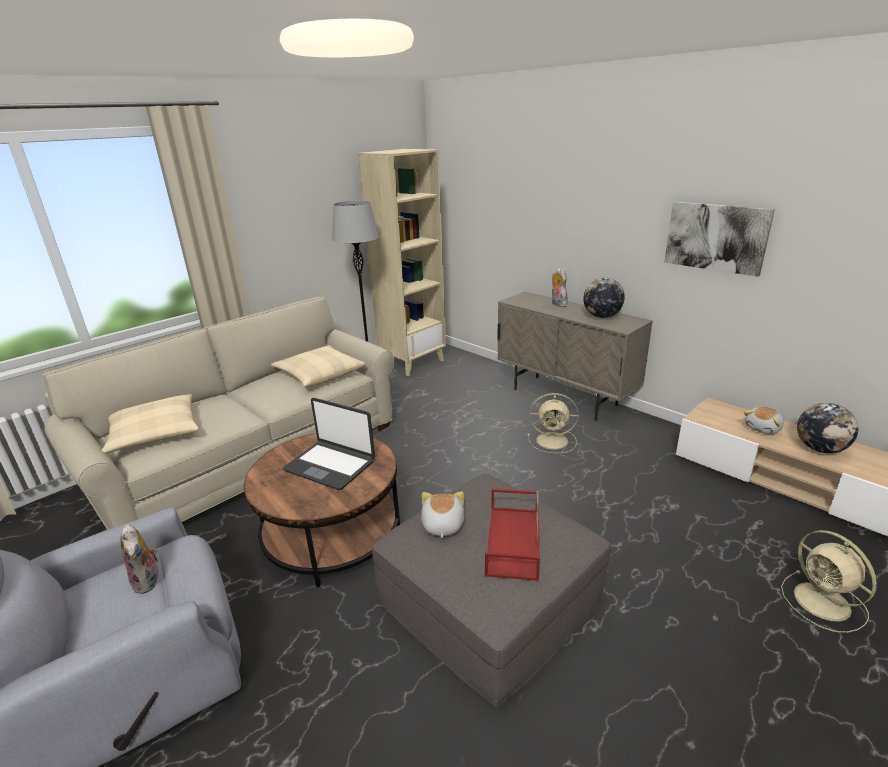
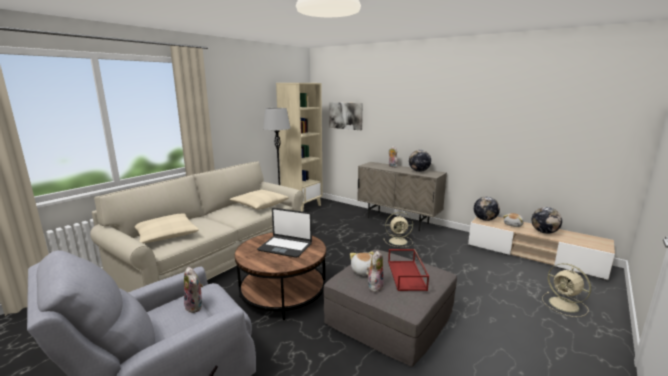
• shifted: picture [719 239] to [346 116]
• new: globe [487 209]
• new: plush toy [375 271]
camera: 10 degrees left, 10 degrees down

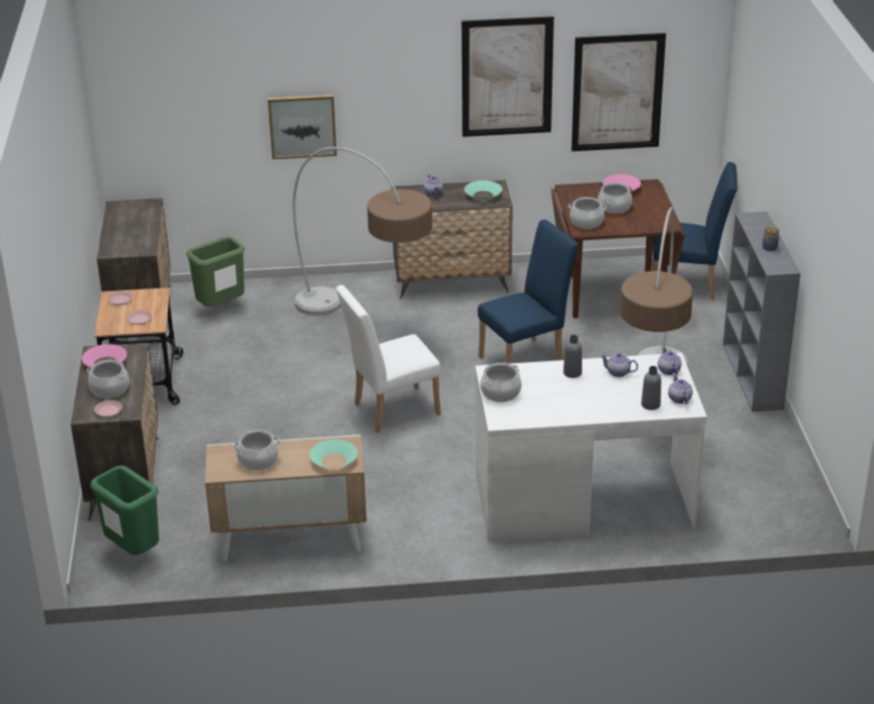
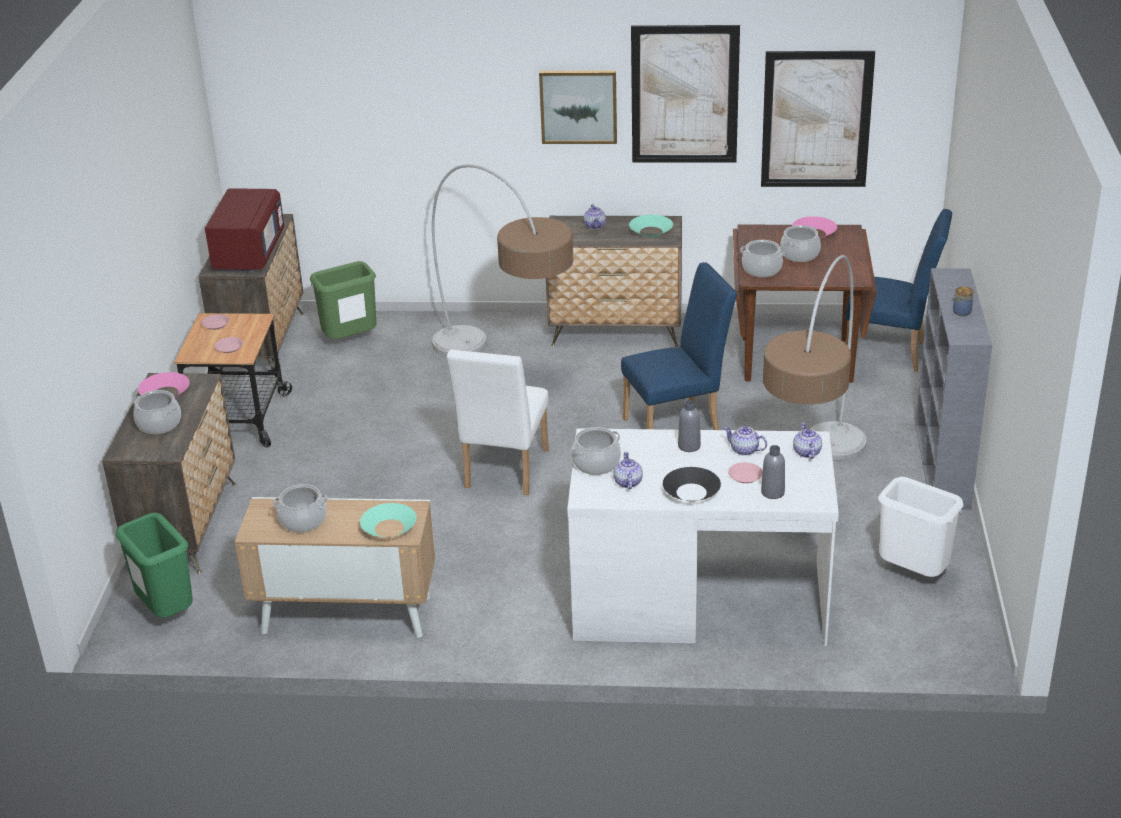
• shifted: picture [302 127] to [578 107]
• rotated: white chair [388 359] = [498 422] 60 degrees counterclockwise
• shifted: teapot [680 389] to [628 470]
• shifted: pink plate [108 408] to [745 472]
• new: red microwave [244 229]
• new: black bowl [692 484]
• new: white trash can [921 527]
camera: 10 degrees right, 0 degrees up

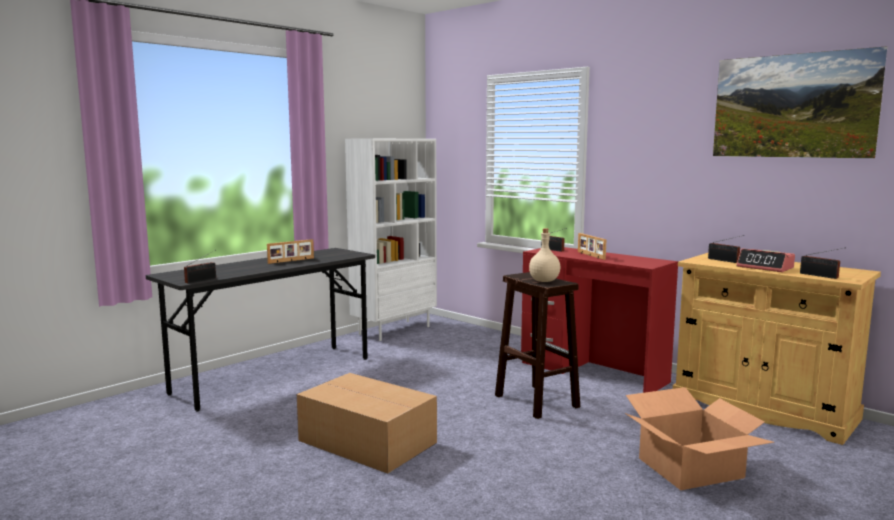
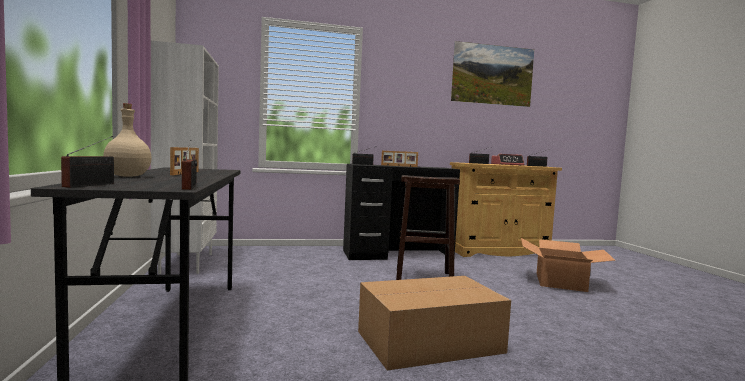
• shifted: beige bottle [544 255] to [127 140]
• repainted: red desk [599 320] to black desk [401 212]
• new: radio [87 162]
camera: 55 degrees left, 5 degrees down

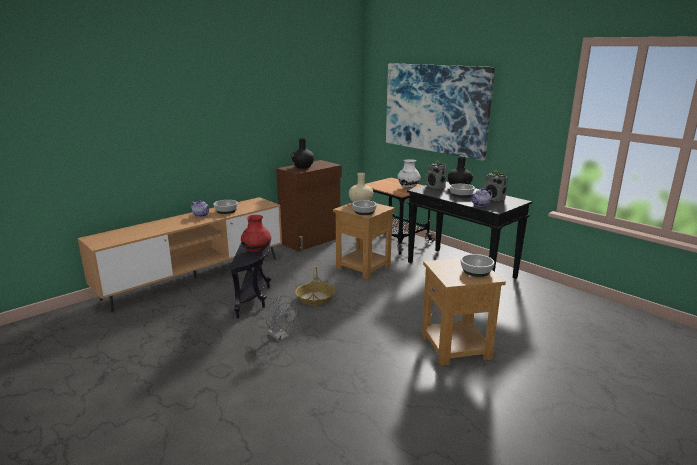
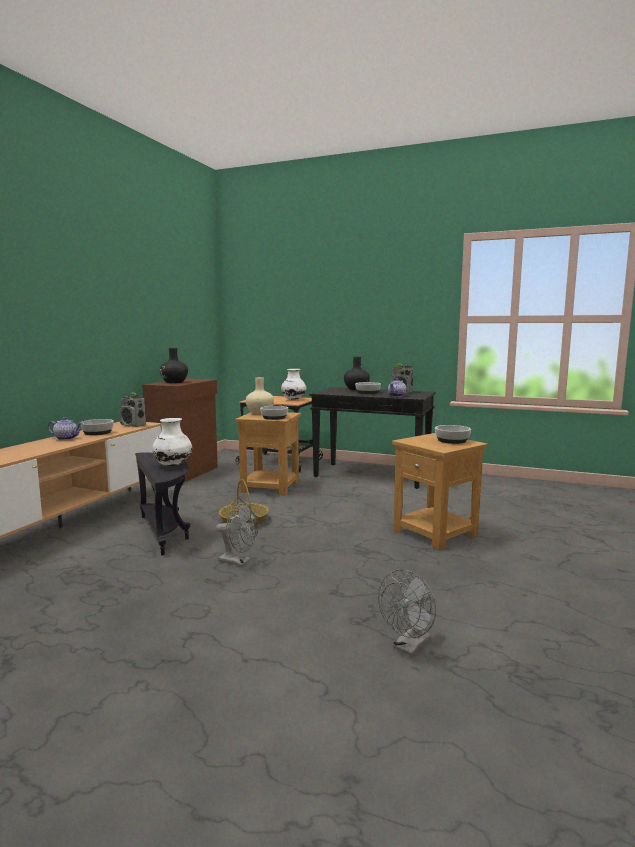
• gone: picture [440 112]
• shifted: radio [436 175] to [132 410]
• repainted: red vase [256 233] to white vase [172 442]
• new: grey fan [407 612]
camera: 25 degrees left, 10 degrees down

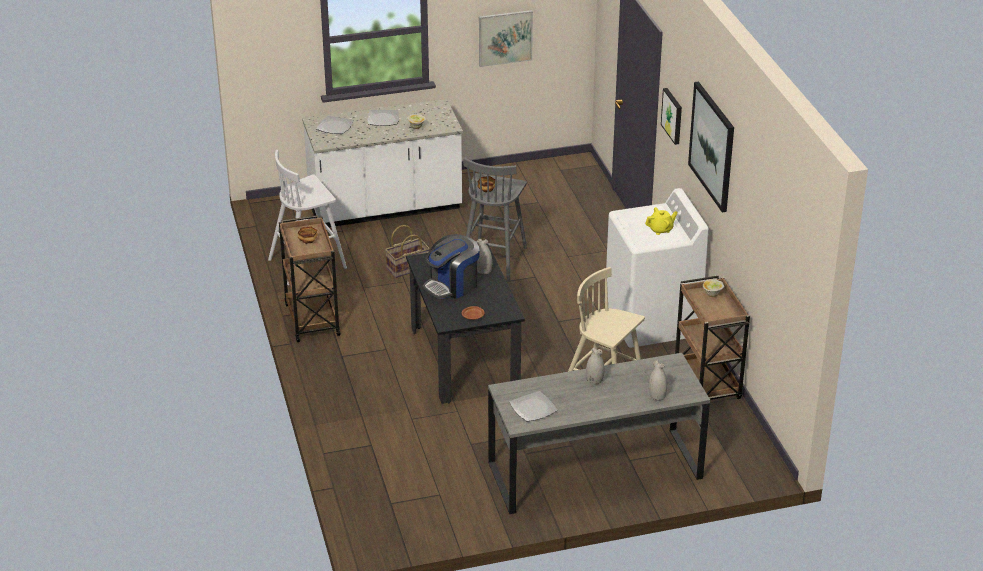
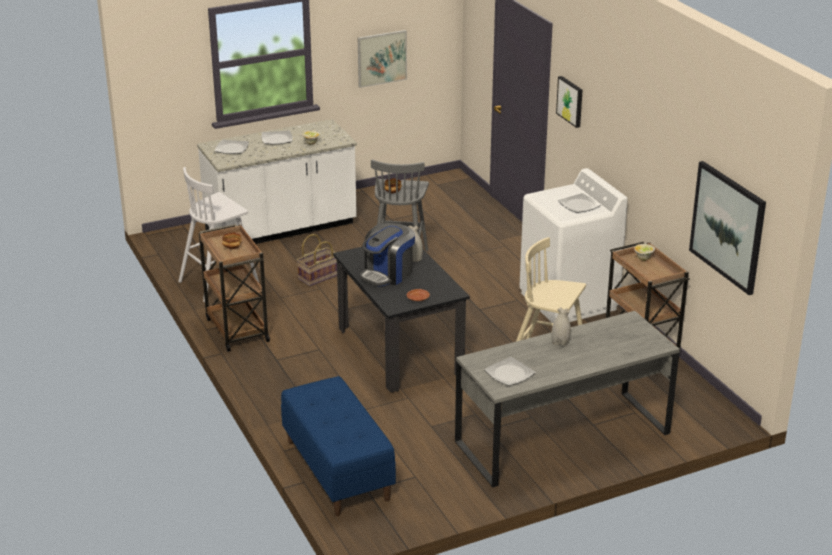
• shifted: picture [711 147] to [727 228]
• swapped: yellow teapot [661 221] to plate [579 203]
• gone: white vase [658 380]
• new: blue bench [338 446]
camera: 10 degrees left, 5 degrees down

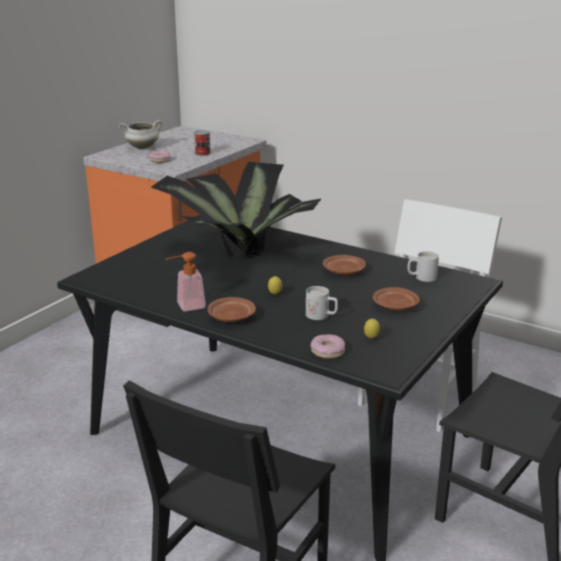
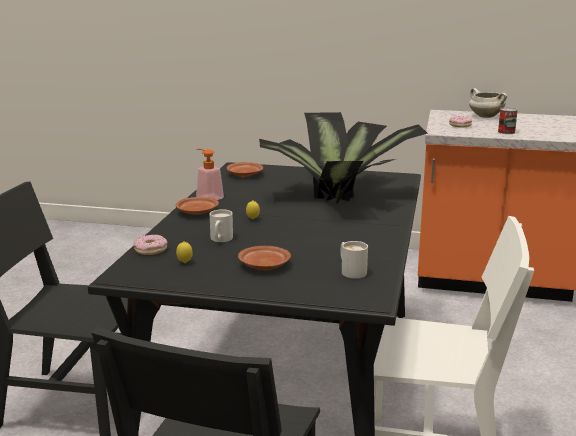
• shifted: brown plate [344 265] to [245 169]
camera: 70 degrees right, 5 degrees down

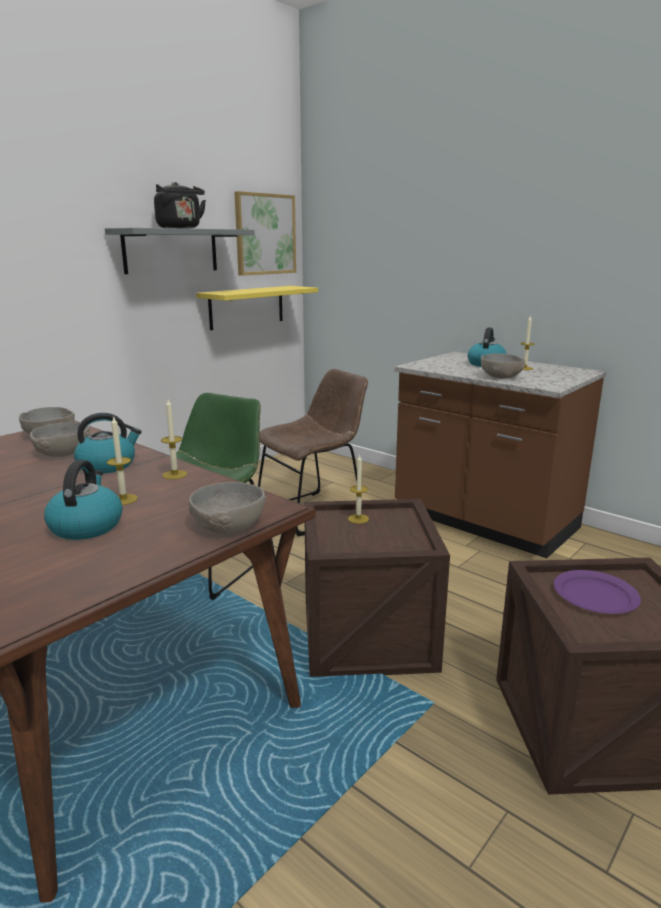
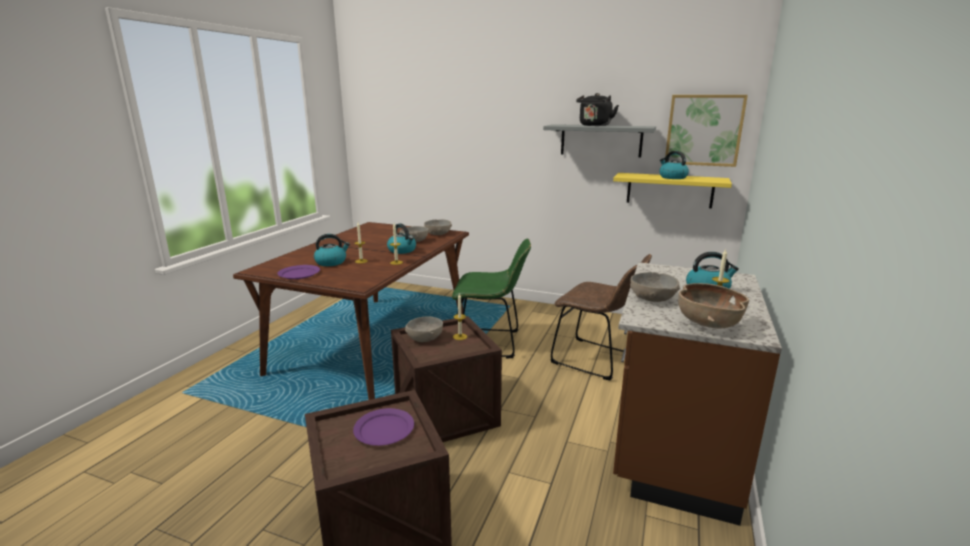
• shifted: grey bowl [227 508] to [424 329]
• new: kettle [674 165]
• new: purple plate [298 272]
• new: brown bowl [713 306]
camera: 70 degrees right, 0 degrees up

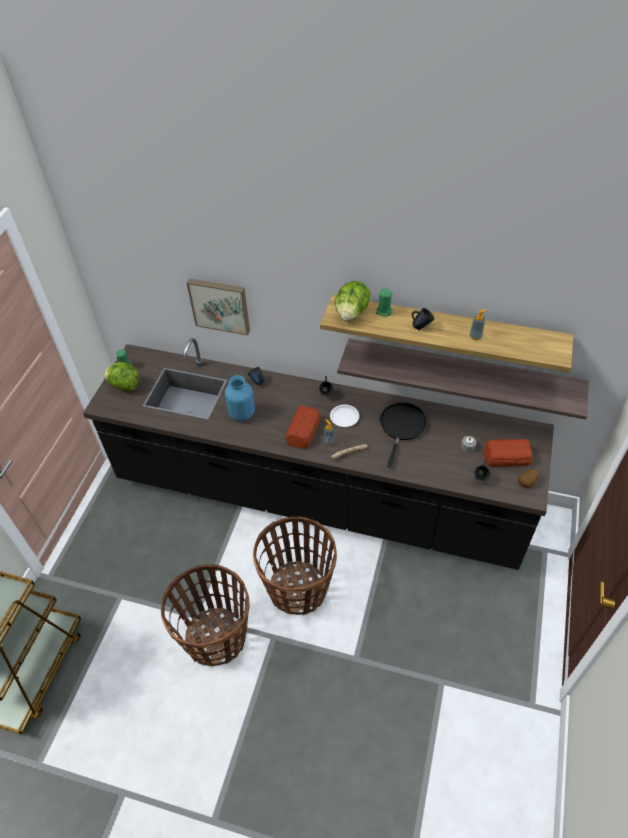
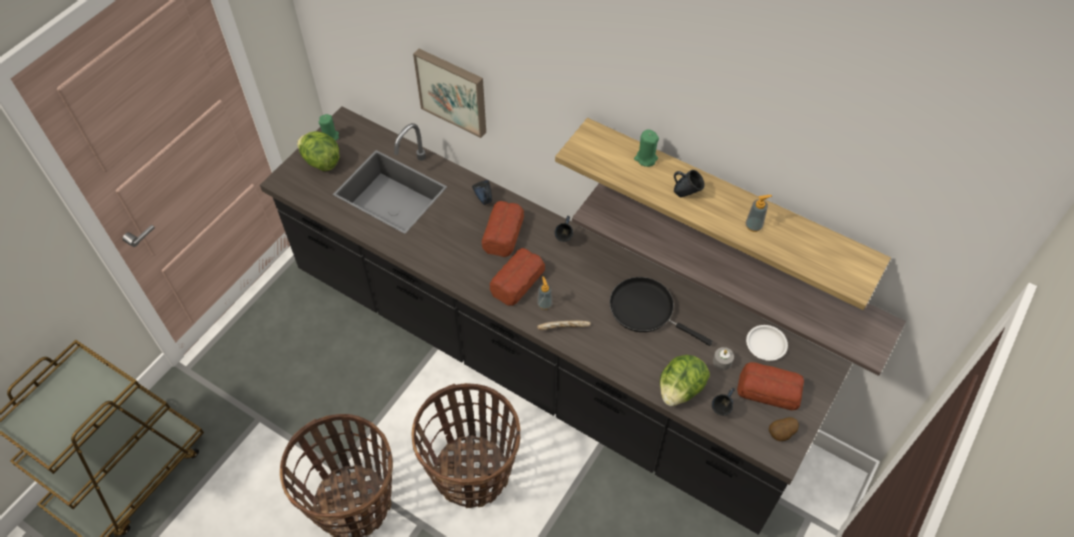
• shifted: lettuce [353 301] to [685 380]
• gone: blue vase [240 398]
• rotated: black frying pan [403 435] = [661 311] 90 degrees counterclockwise
• shifted: white plate [344 416] to [767 343]
• new: bread [502 229]
camera: 15 degrees right, 5 degrees up

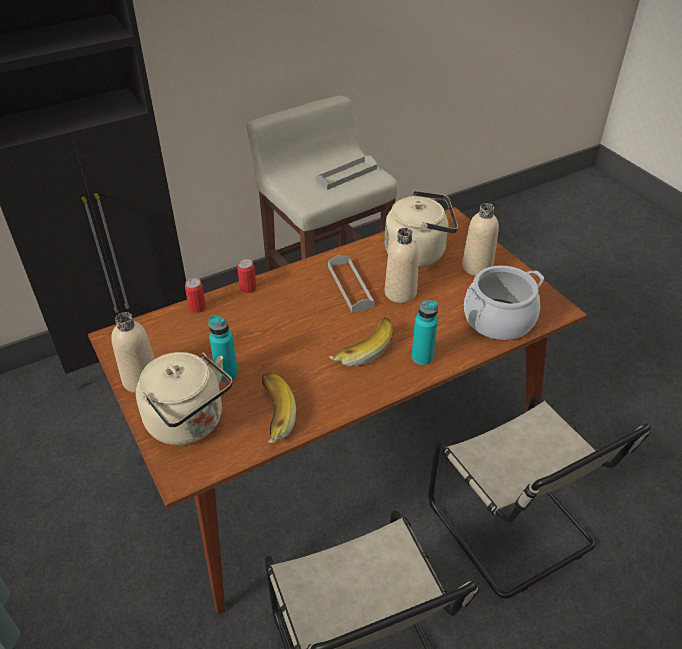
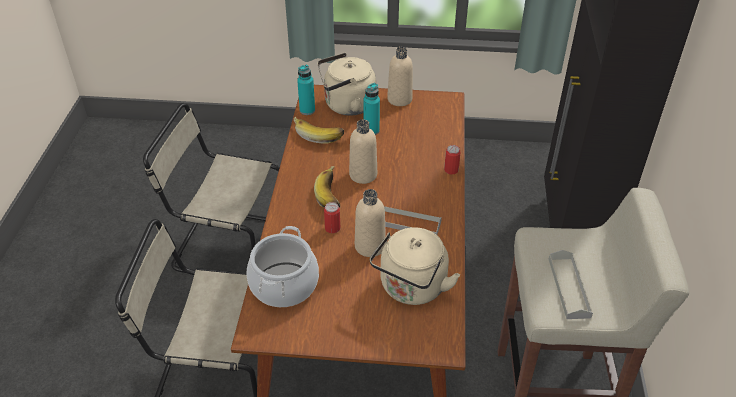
• shifted: beige bottle [480 239] to [363 151]
• shifted: can [195 295] to [332 217]
• shifted: turquoise bottle [424 332] to [306 90]
camera: 125 degrees right, 0 degrees up

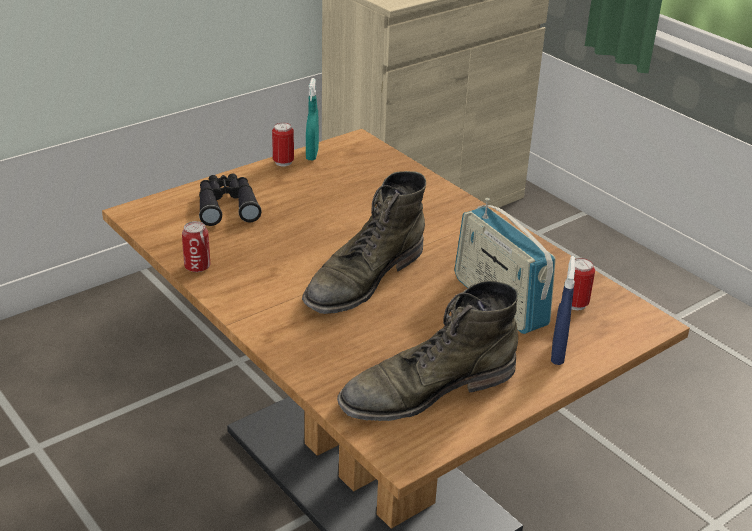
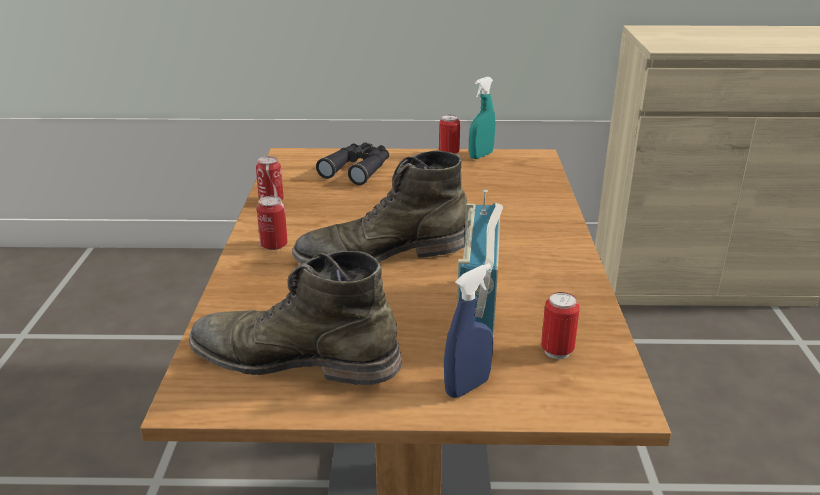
• new: can [272 223]
camera: 40 degrees right, 5 degrees down

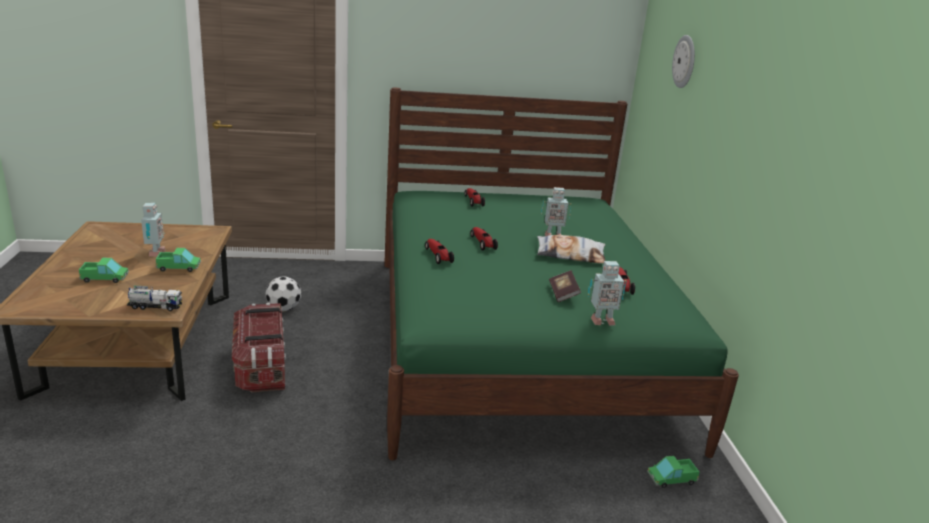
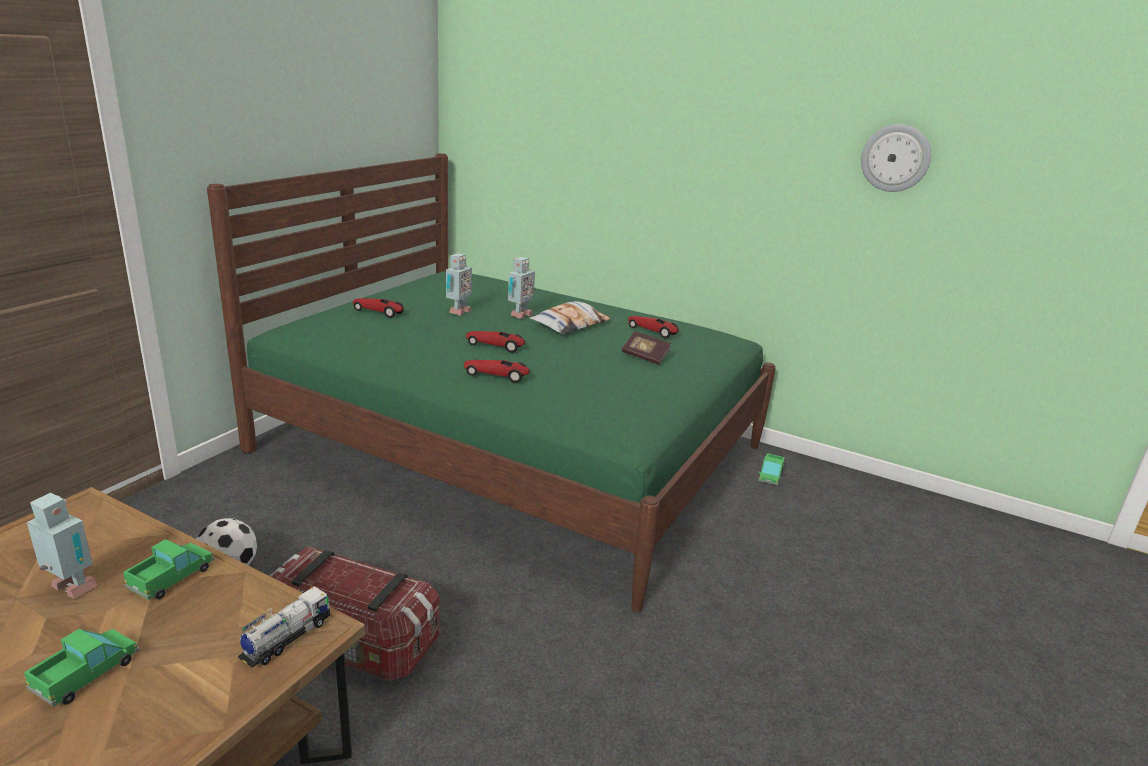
• shifted: wall clock [683 61] to [896 158]
• shifted: toy robot [607 293] to [459 284]
camera: 55 degrees left, 0 degrees up

